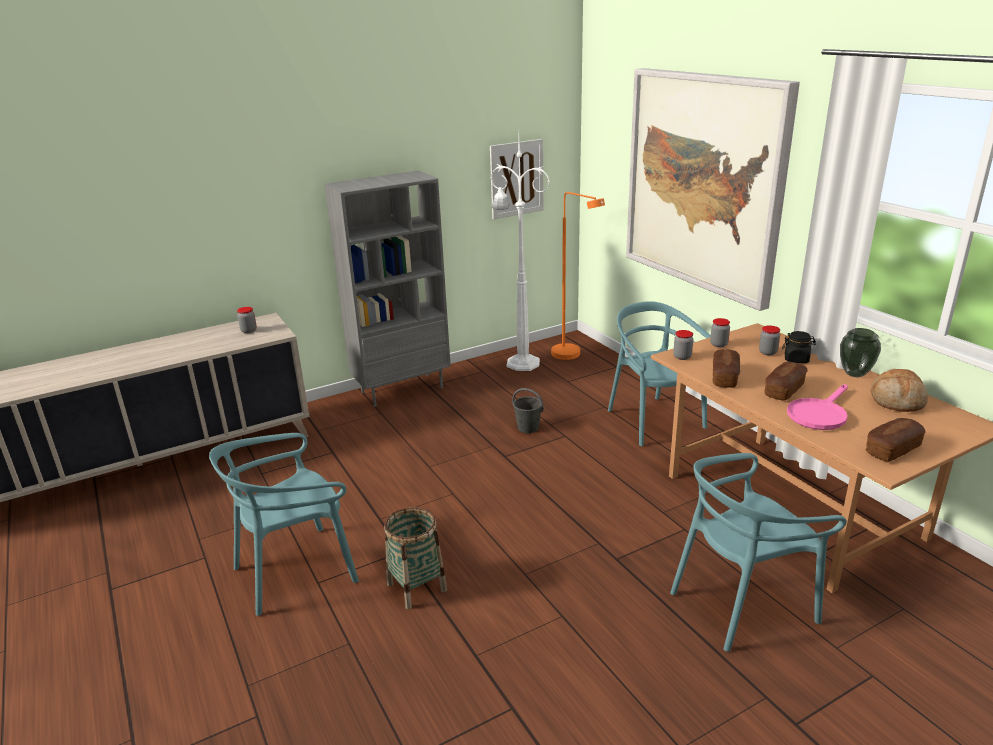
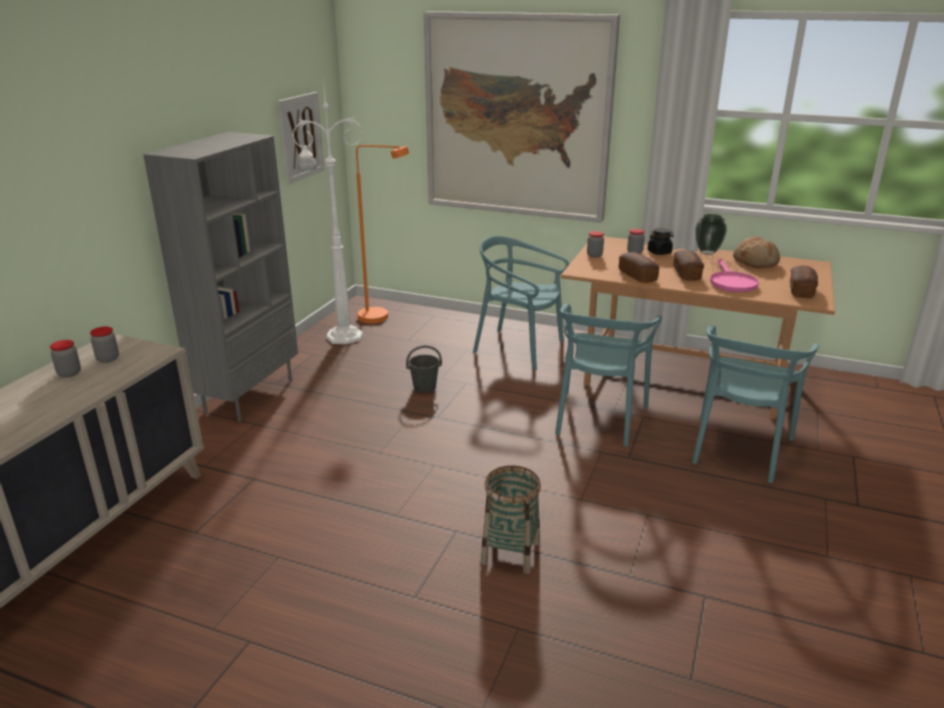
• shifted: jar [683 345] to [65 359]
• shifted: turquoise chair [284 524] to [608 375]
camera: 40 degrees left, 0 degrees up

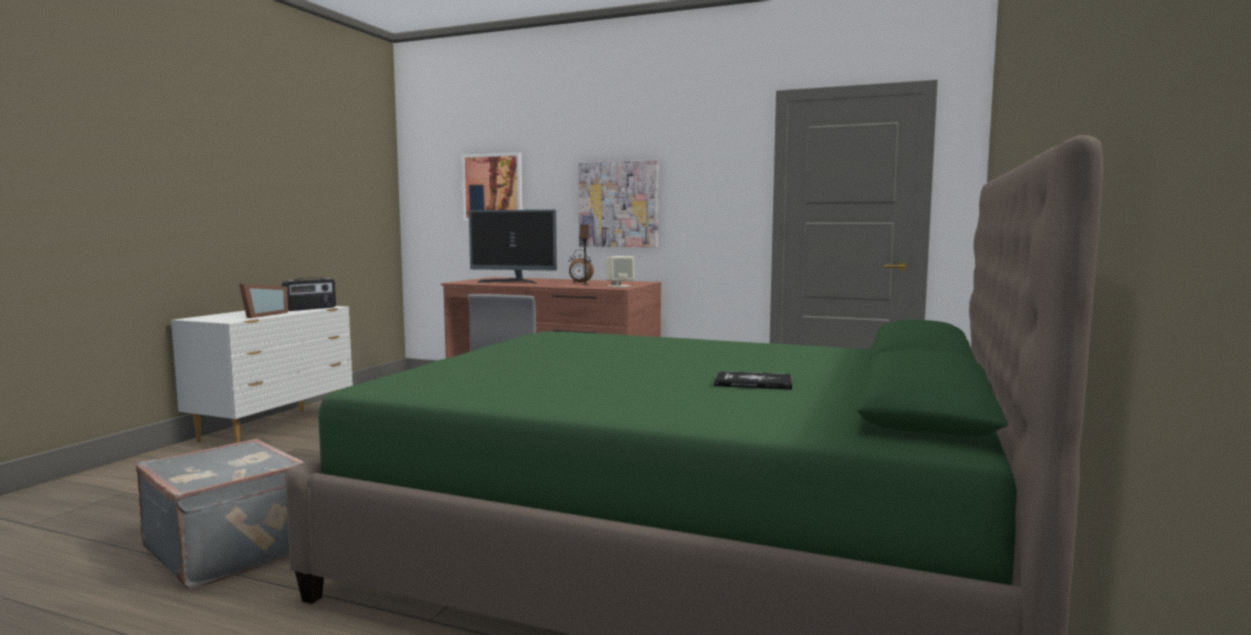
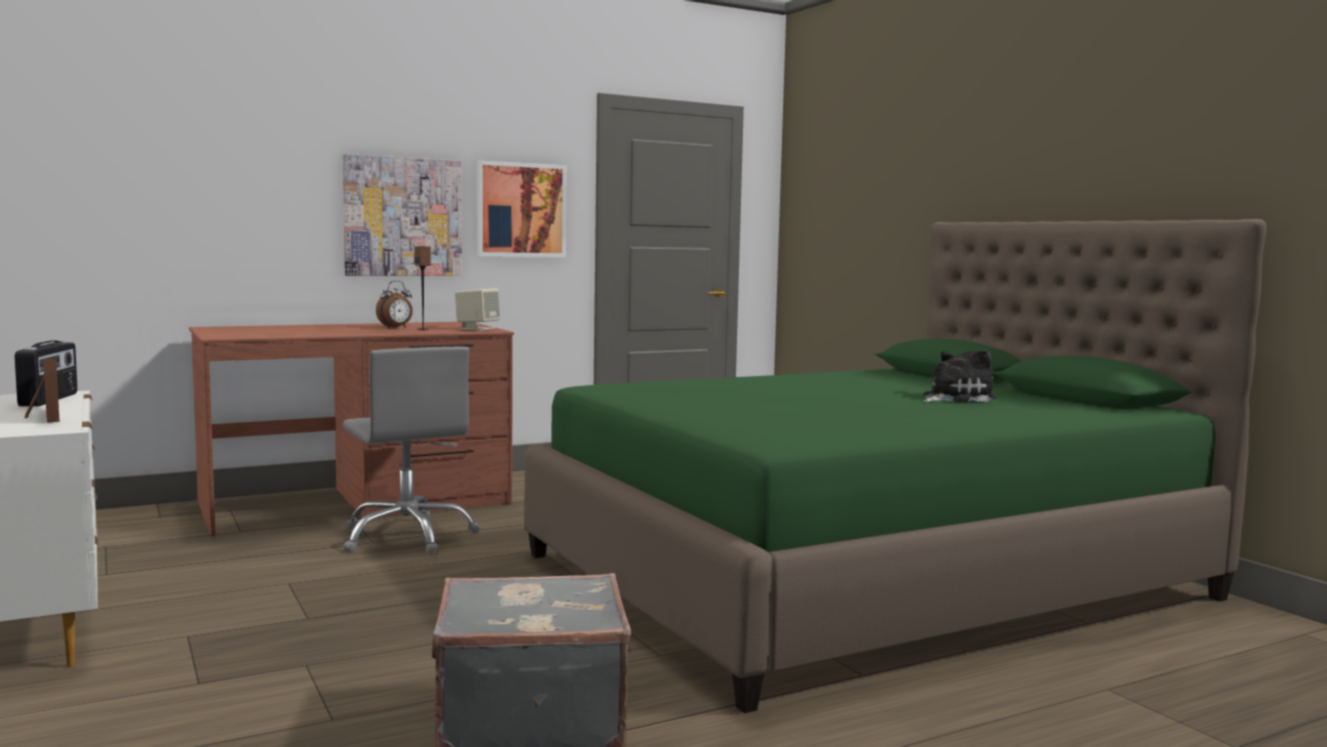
• shifted: picture [492 186] to [522 208]
• gone: monitor [513 247]
• swapped: book [753 380] to plush toy [959 376]
camera: 50 degrees left, 0 degrees up

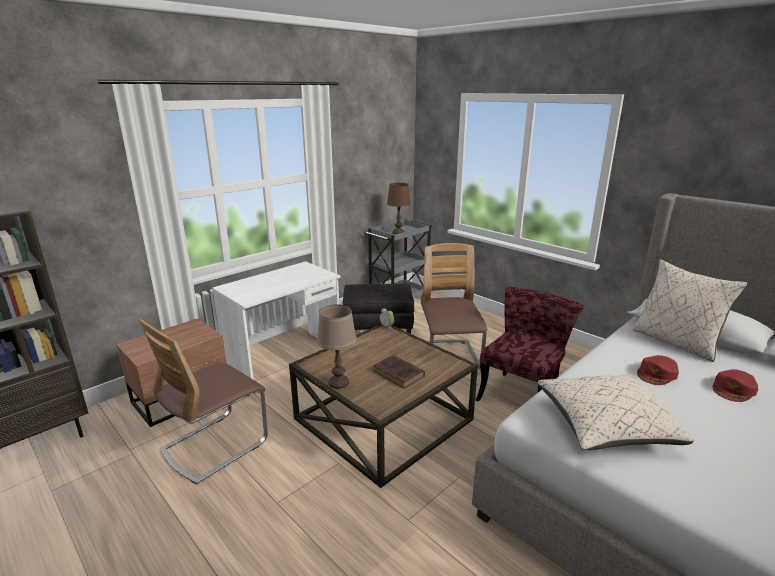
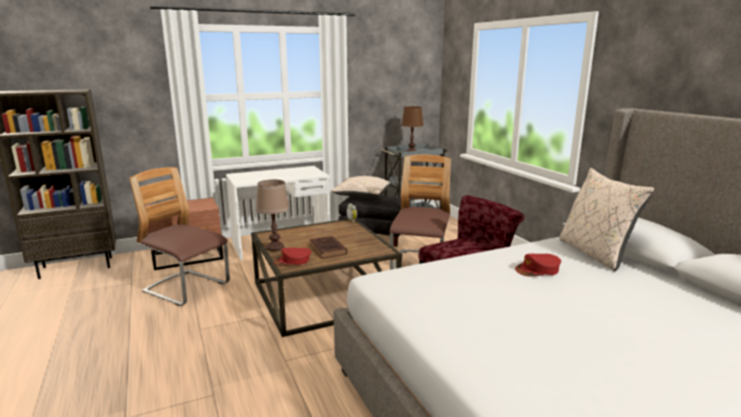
• rotated: chair [203 401] = [179 236] 60 degrees clockwise
• shifted: red cap [735 385] to [292 257]
• shifted: beige pillow [615 412] to [361 187]
camera: 20 degrees right, 5 degrees down

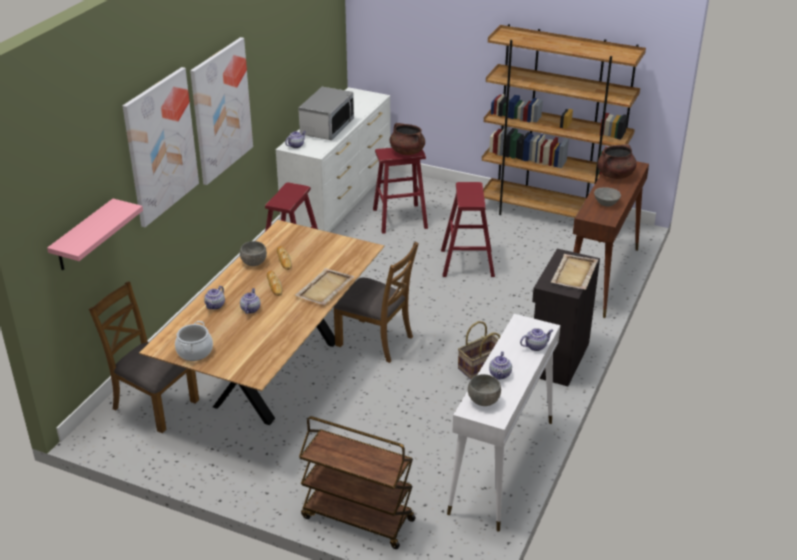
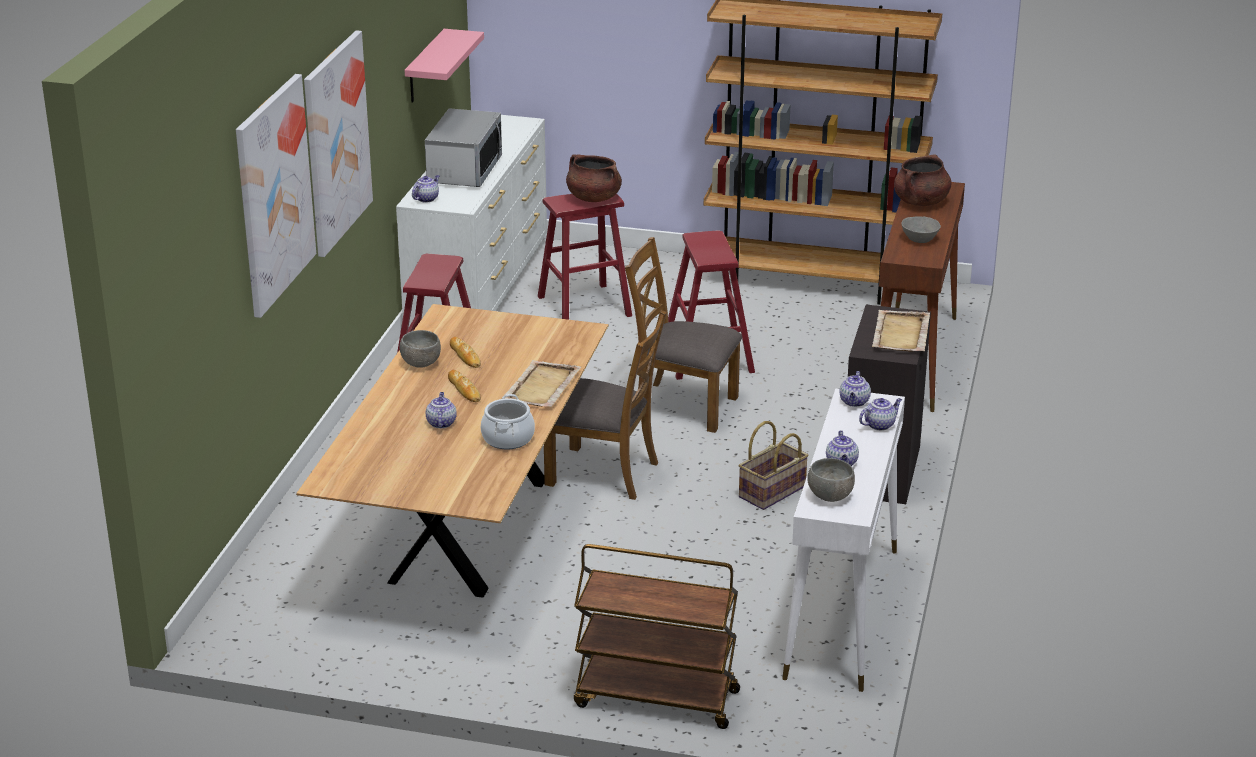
• shifted: pink shelf [95 235] to [444 66]
• shifted: brown chair [144 357] to [683 335]
• shifted: teapot [214 297] to [855 389]
• shifted: cooking pot [194 341] to [508 421]
camera: 10 degrees left, 5 degrees down

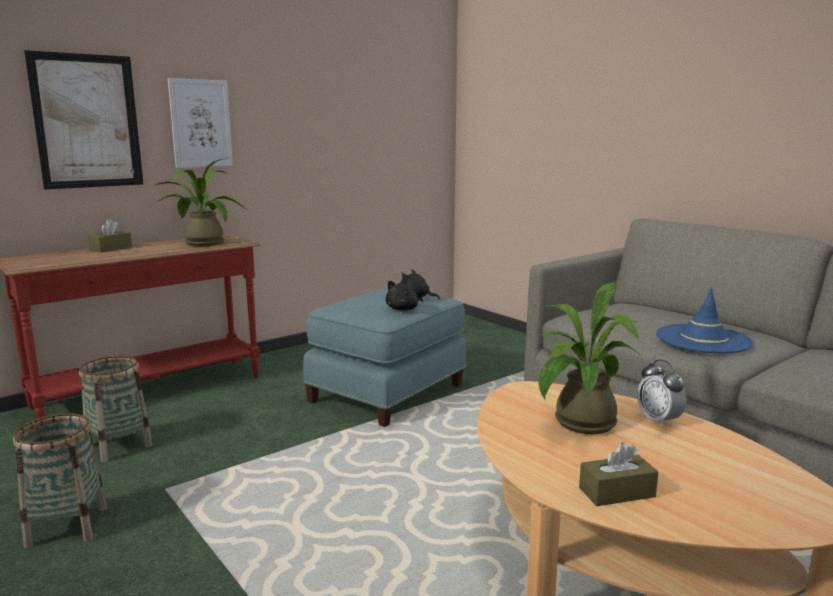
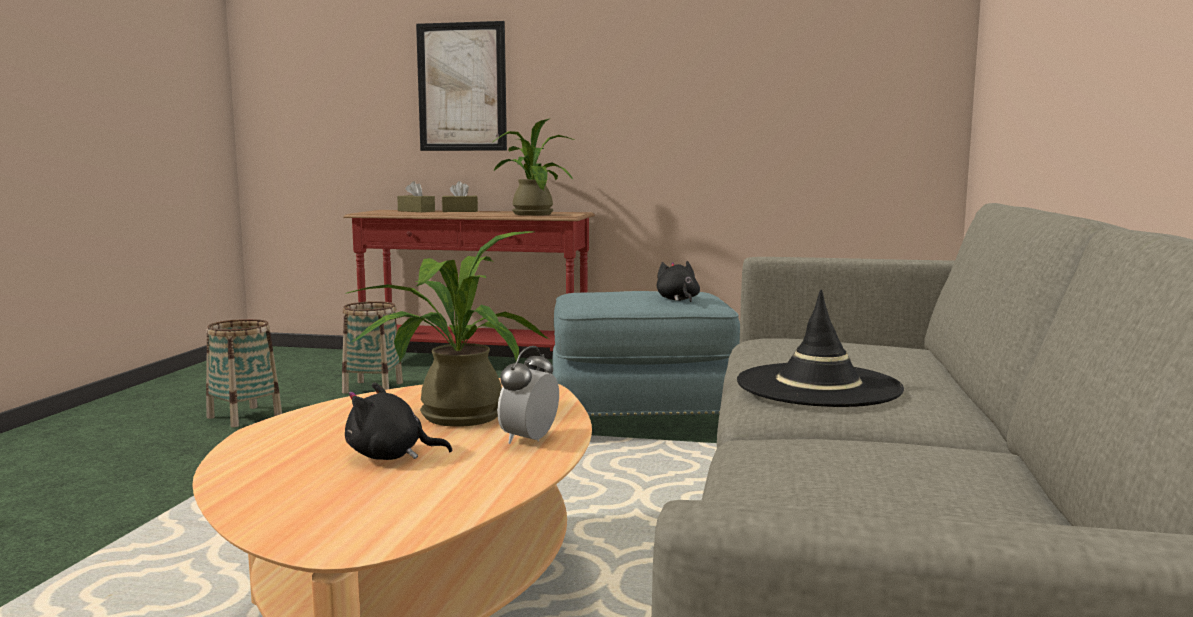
• gone: picture [200 123]
• shifted: black plush toy [404 296] to [398 421]
• repainted: blue hat [704 320] to black hat [820 348]
• shifted: brown tissue box [619 474] to [416 196]
camera: 50 degrees right, 5 degrees down

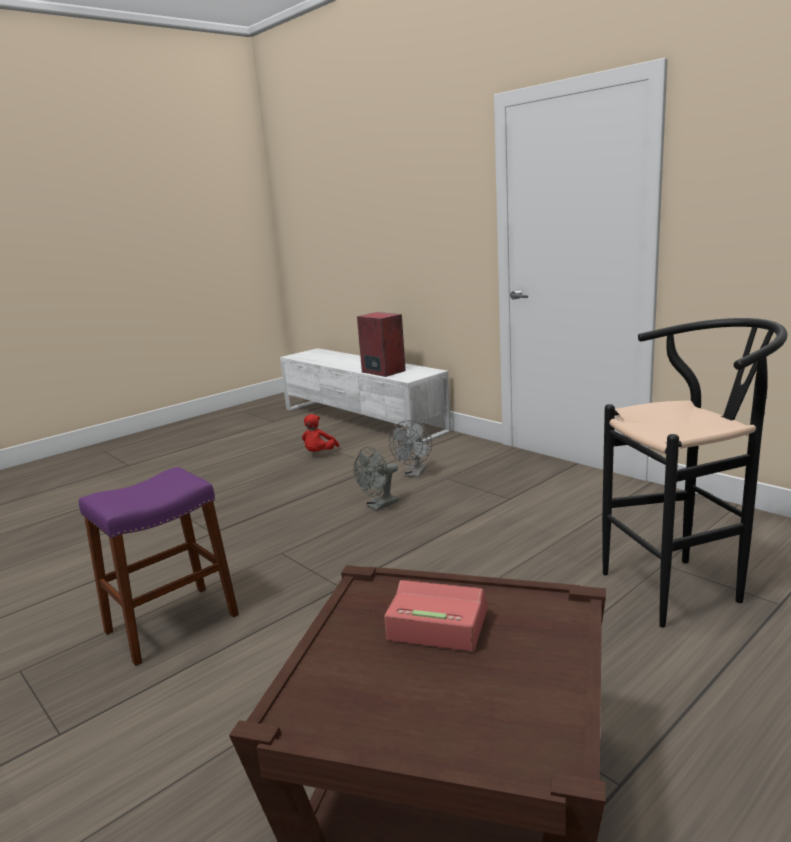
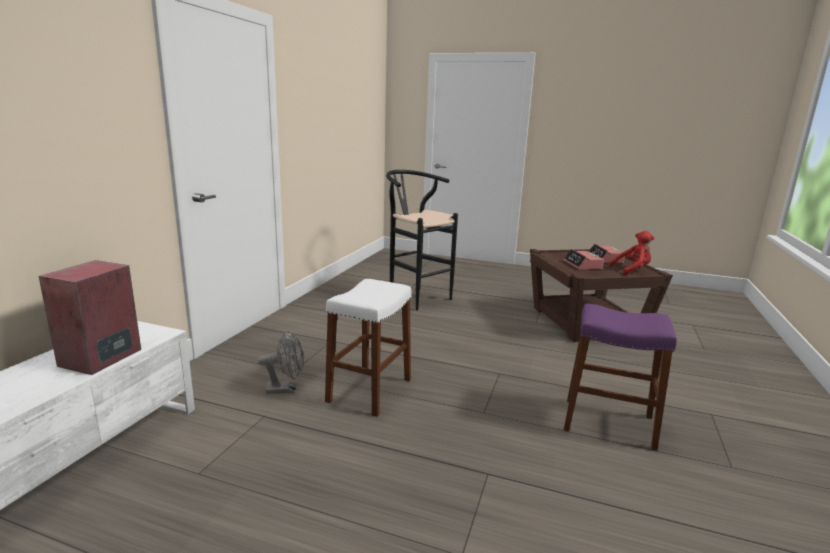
• shifted: red plush toy [320 433] to [632 253]
• swapped: grey fan [376 478] to white stool [368 348]
• new: alarm clock [607 253]
camera: 120 degrees left, 0 degrees up

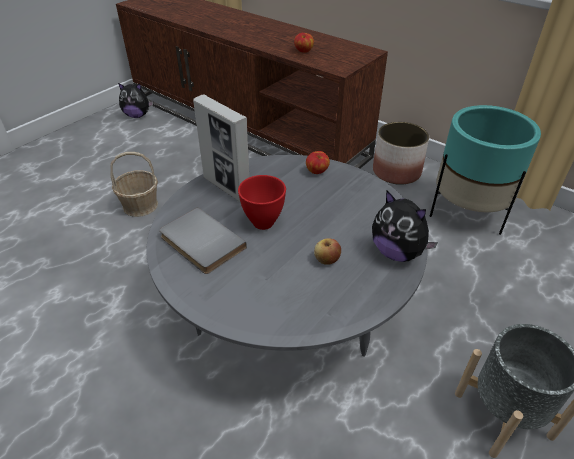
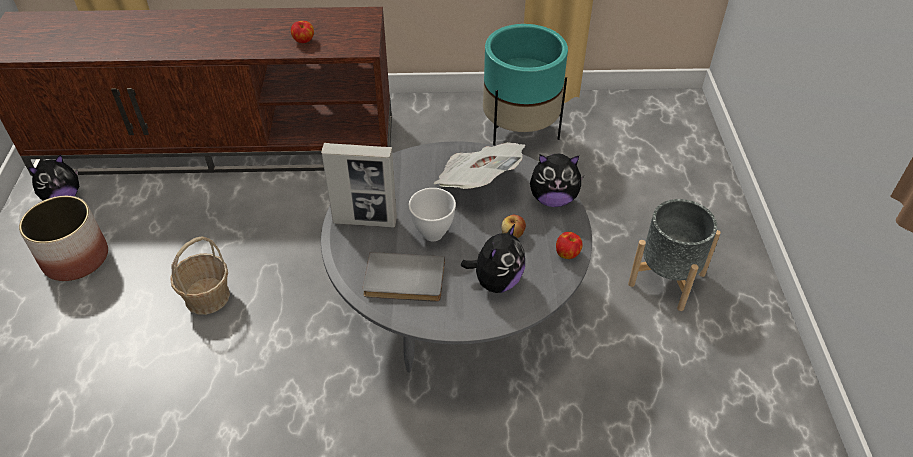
• shifted: planter [401 153] to [63 238]
• shifted: apple [318 162] to [569 245]
• repainted: red bowl [262 202] to white bowl [432 214]
• new: newspaper [479 165]
• new: plush toy [493 258]
camera: 40 degrees left, 5 degrees up

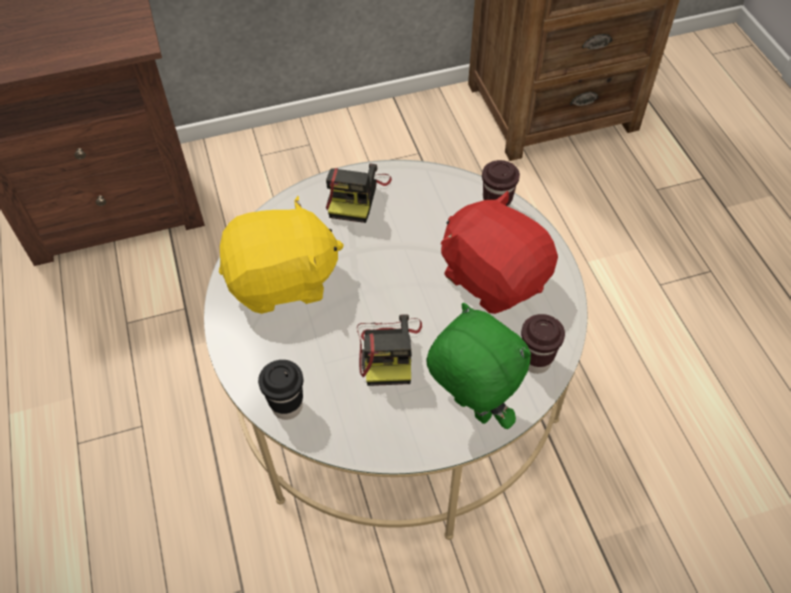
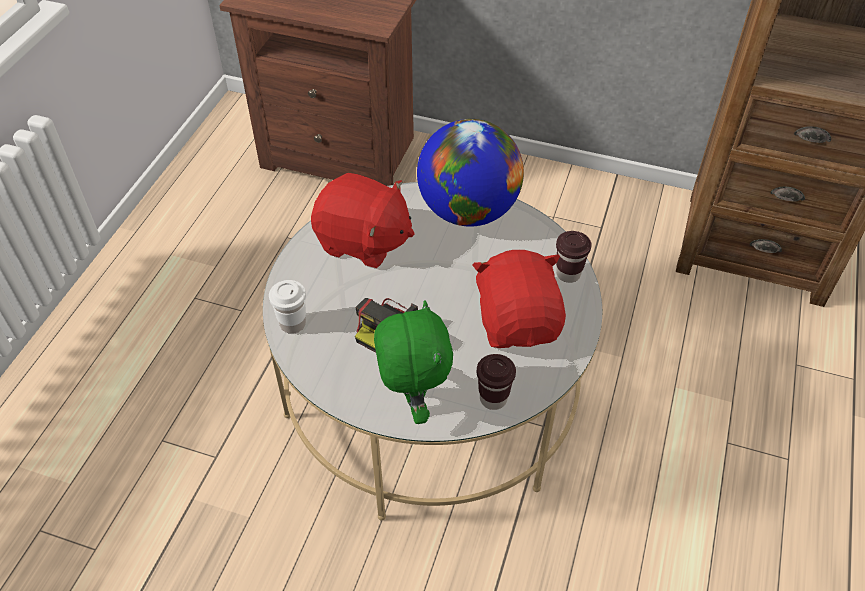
• swapped: photo camera [359 193] to globe [470 173]
• repainted: yellow plush toy [281 255] to red plush toy [362 220]
• repainted: black cup [280 390] to white cup [287 307]
camera: 35 degrees right, 5 degrees down

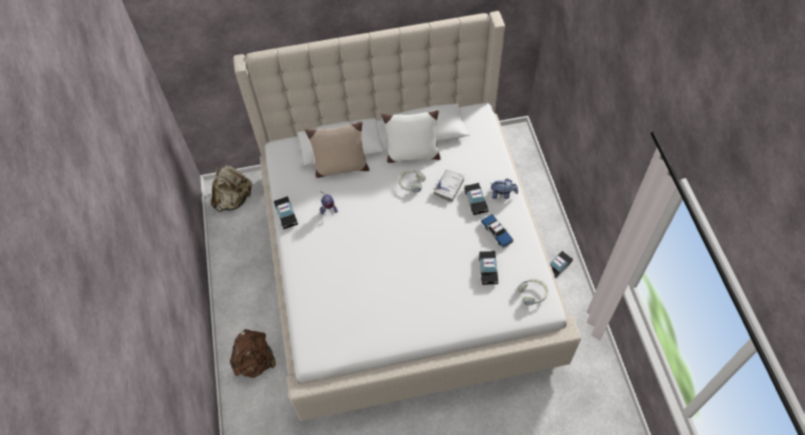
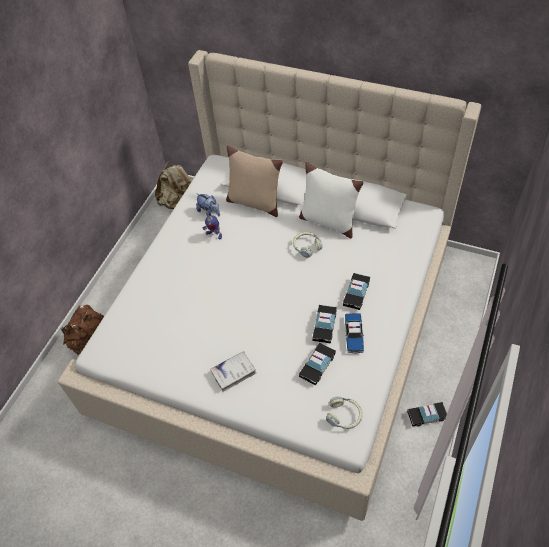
• shifted: white book [449 185] to [233 371]
• shifted: plush toy [504 188] to [208 204]
• shifted: toy car [286 212] to [324 324]
camera: 35 degrees right, 5 degrees down

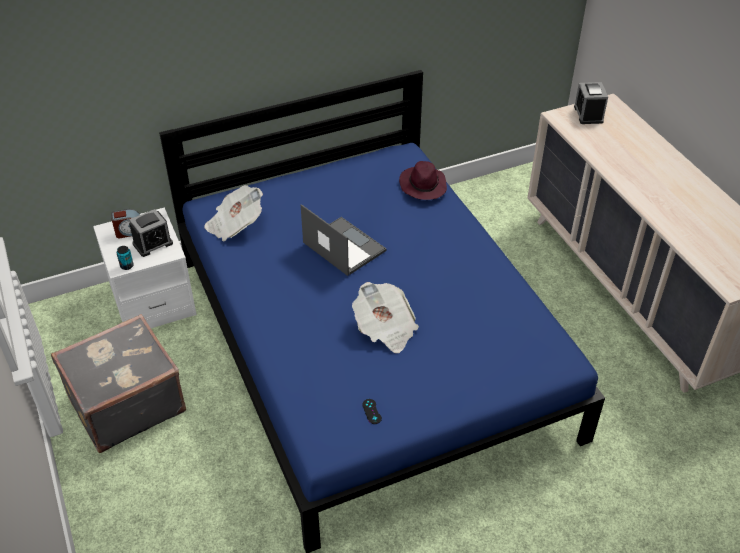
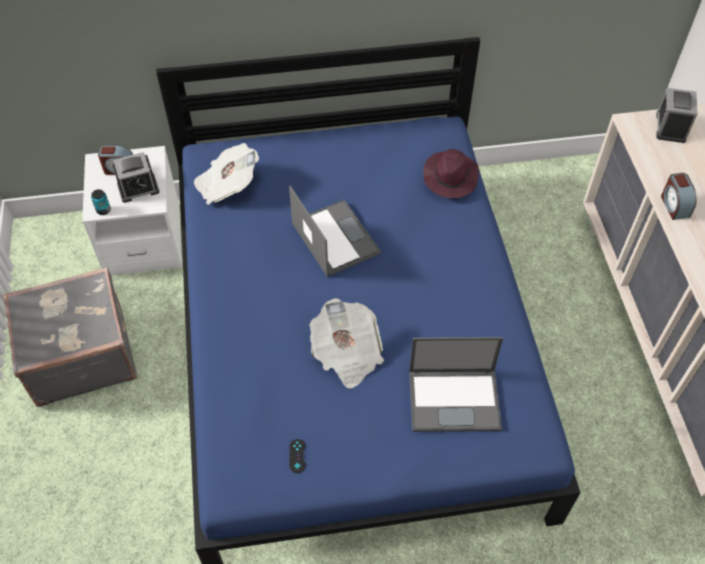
• new: alarm clock [679 196]
• new: laptop [456 384]
camera: 15 degrees right, 10 degrees up

